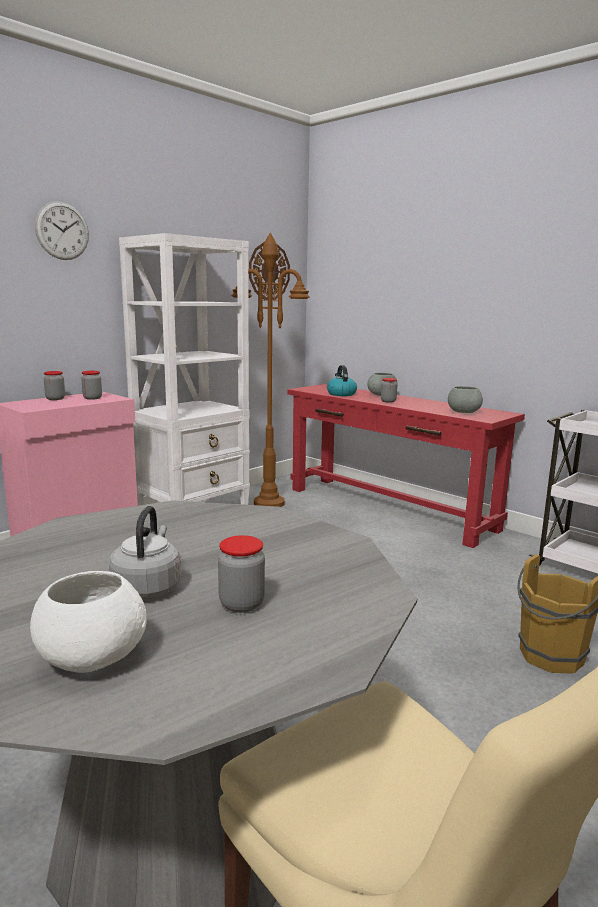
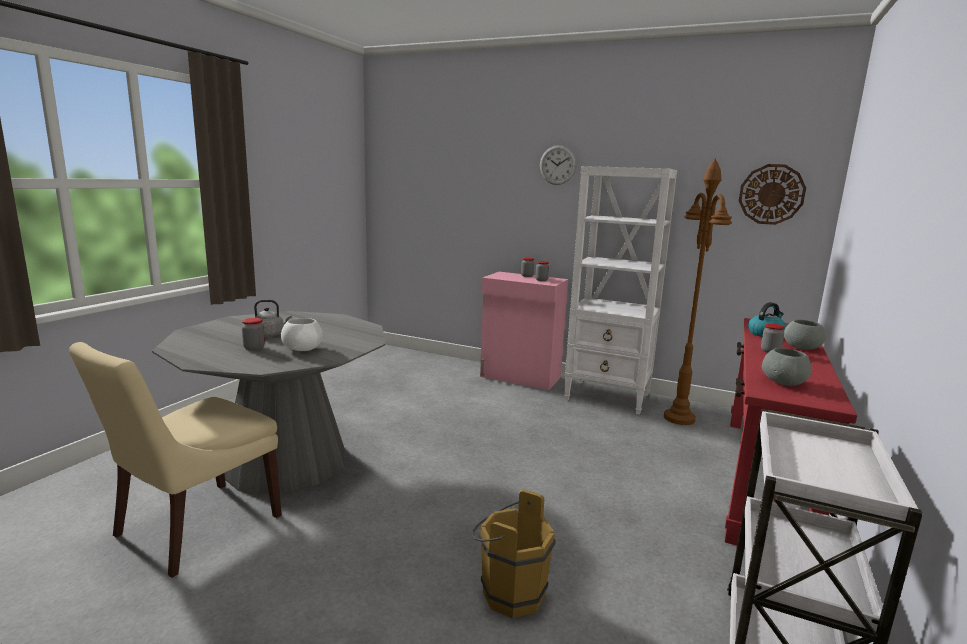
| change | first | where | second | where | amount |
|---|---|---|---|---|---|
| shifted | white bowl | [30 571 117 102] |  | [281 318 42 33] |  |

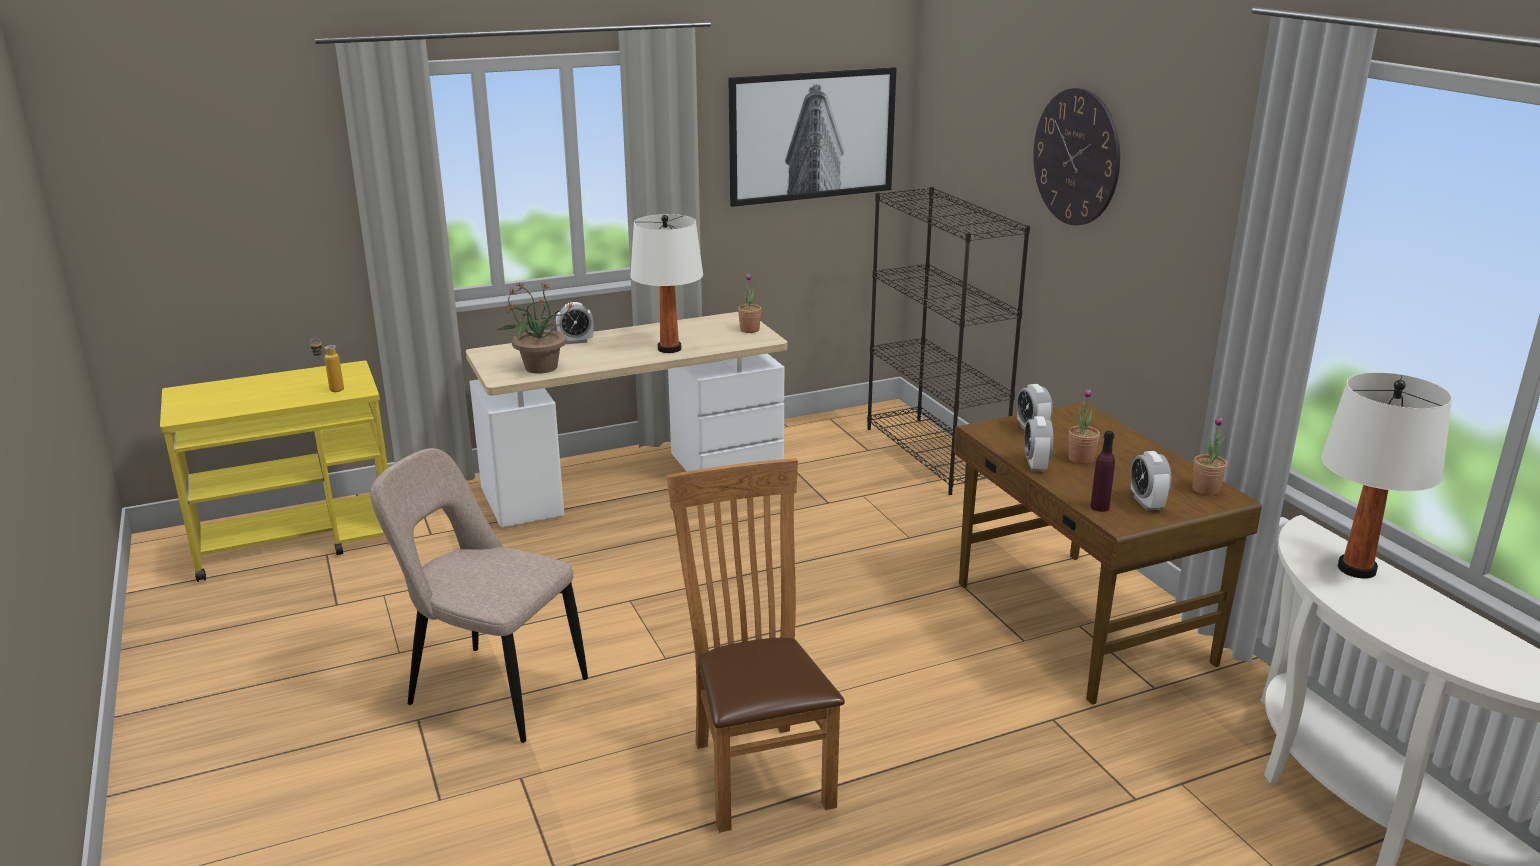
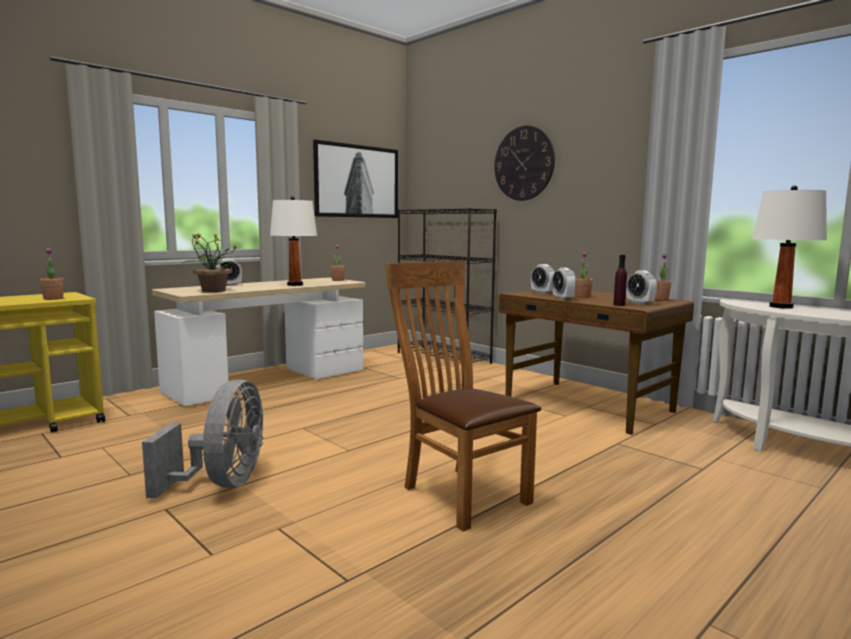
| change | first | where | second | where | amount |
|---|---|---|---|---|---|
| swapped | bottle | [309 338 35 54] | houseplant | [39 248 25 52] |  |
| swapped | beige-coloured plain chair | [370 448 218 295] | grey cooling fan | [142 379 121 120] |  |

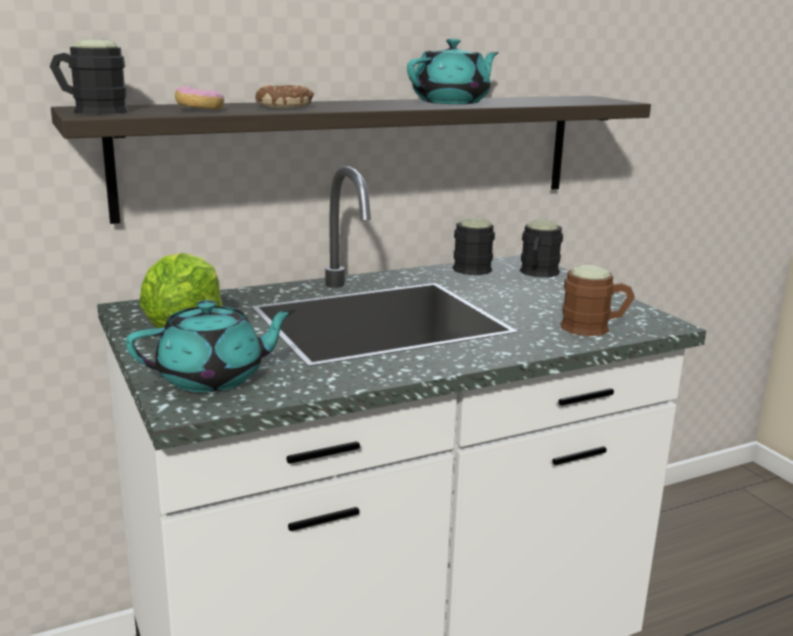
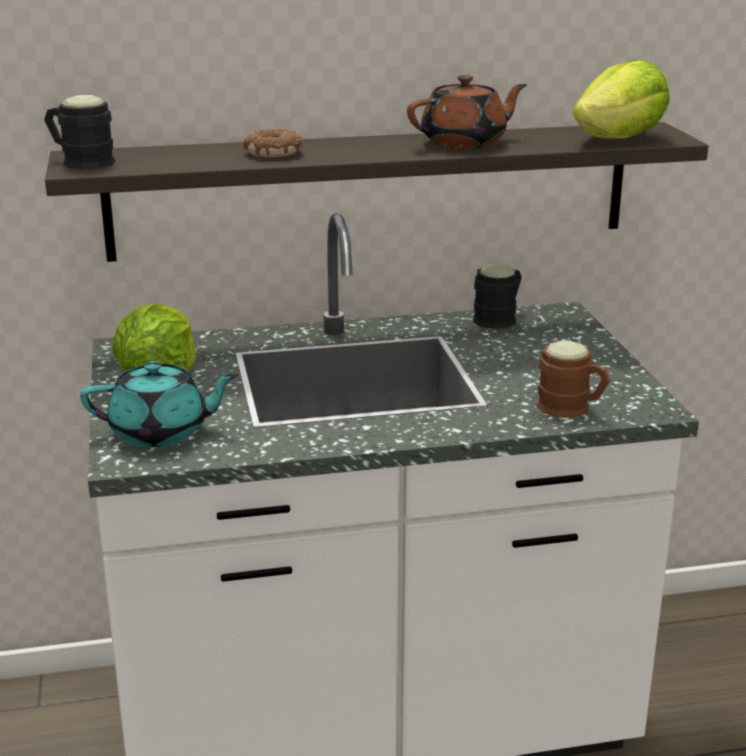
| change | first | where | second | where | amount |
|---|---|---|---|---|---|
| gone | donut | [175 86 49 24] |  |  |  |
| repainted | blue-green teapot | [407 39 92 65] | brown-coloured teapot | [407 75 120 74] |  |
| gone | black mug | [520 219 43 58] |  |  |  |
| new |  |  | head of lettuce | [573 60 97 79] |  |

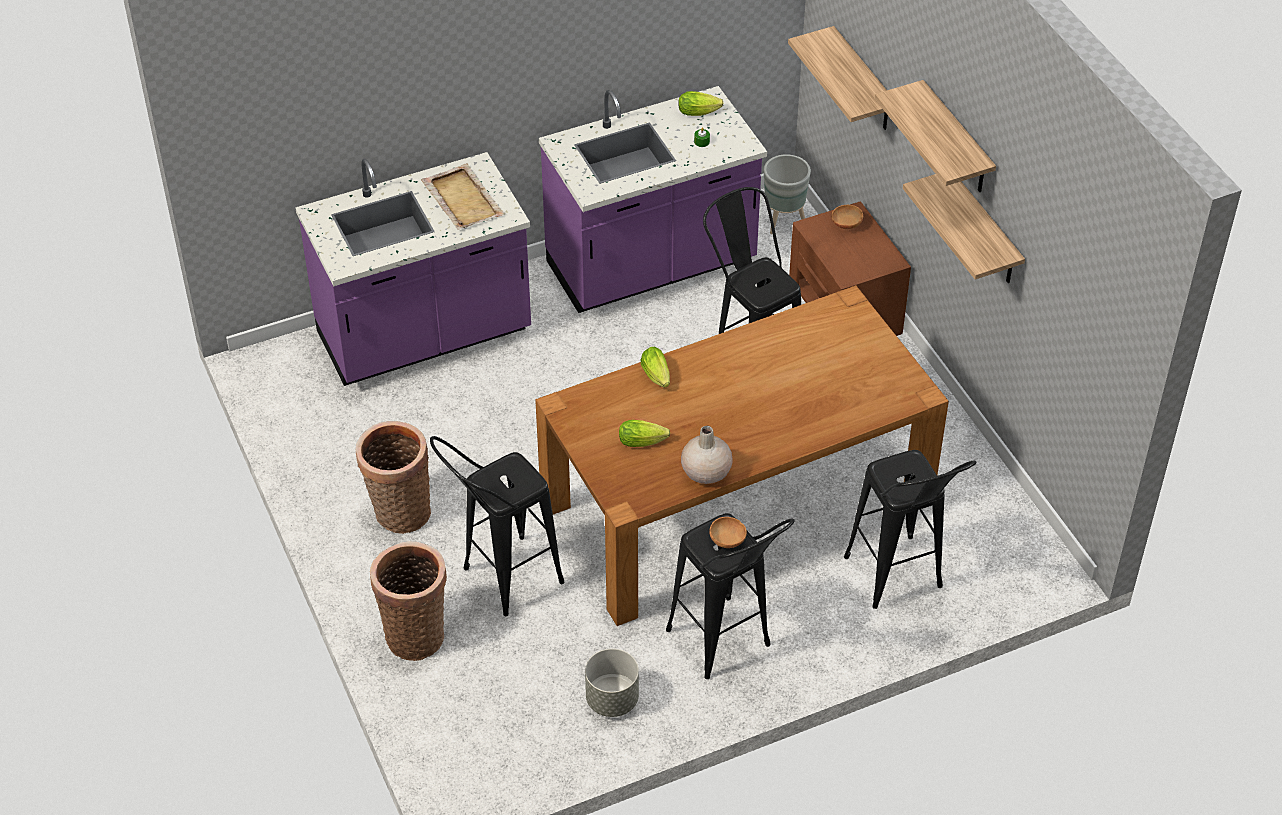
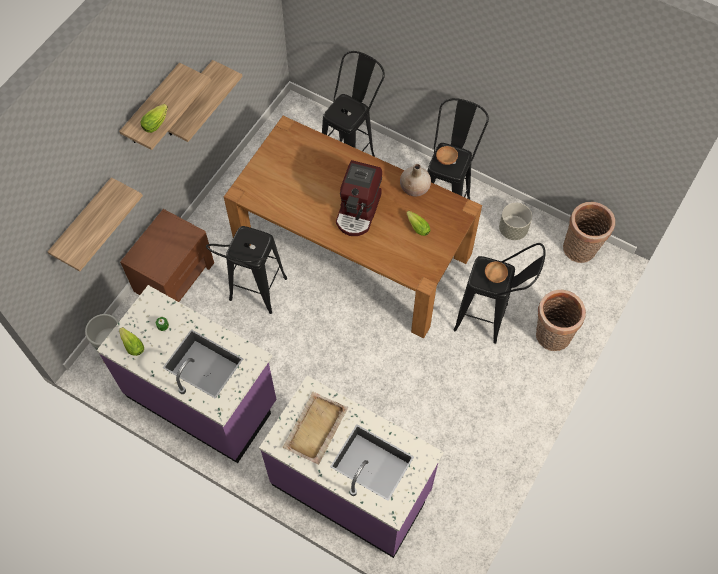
| change | first | where | second | where | amount |
|---|---|---|---|---|---|
| shifted | basket | [356 421 75 113] |  | [563 202 52 61] |  |
| shifted | head of lettuce | [641 347 29 41] |  | [140 104 28 29] |  |
| shifted | brown-coloured bowl | [831 205 32 24] |  | [485 261 23 22] |  |
| new |  |  | coffee brewer | [336 160 46 76] |  |

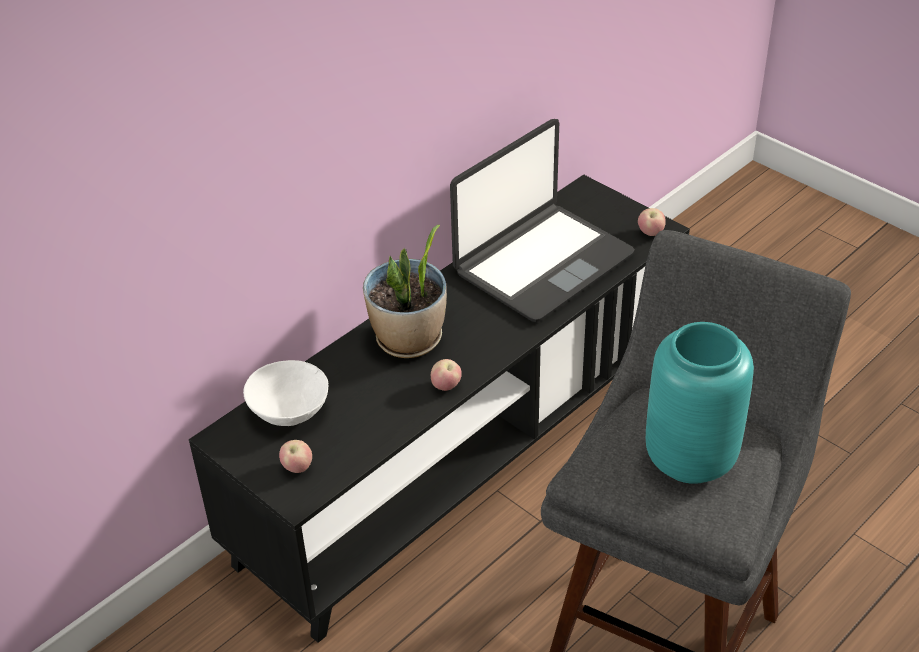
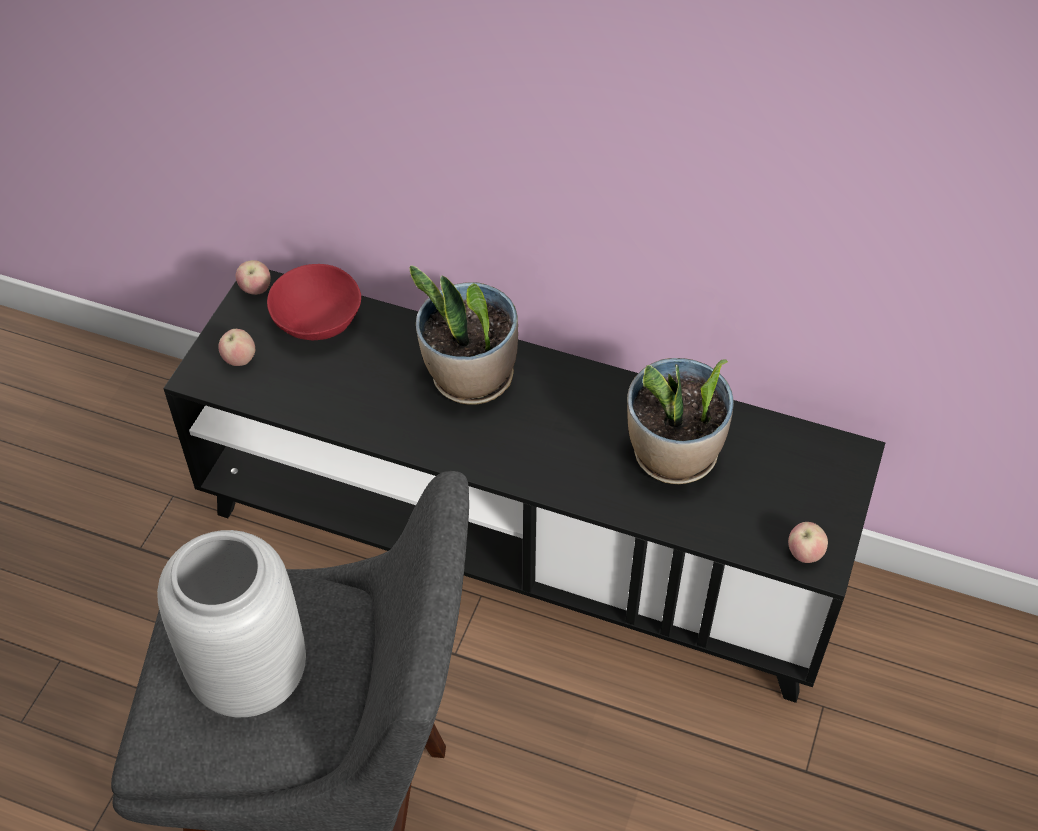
| change | first | where | second | where | amount |
|---|---|---|---|---|---|
| repainted | white bowl | [243 360 85 66] | red bowl | [267 264 94 76] |  |
| shifted | whole apple | [431 359 31 32] |  | [236 260 35 35] |  |
| swapped | laptop | [450 119 185 203] | houseplant | [627 358 107 126] |  |
| repainted | blue-green decorative vase | [646 322 108 162] | grey decorative vase | [157 530 149 187] |  |

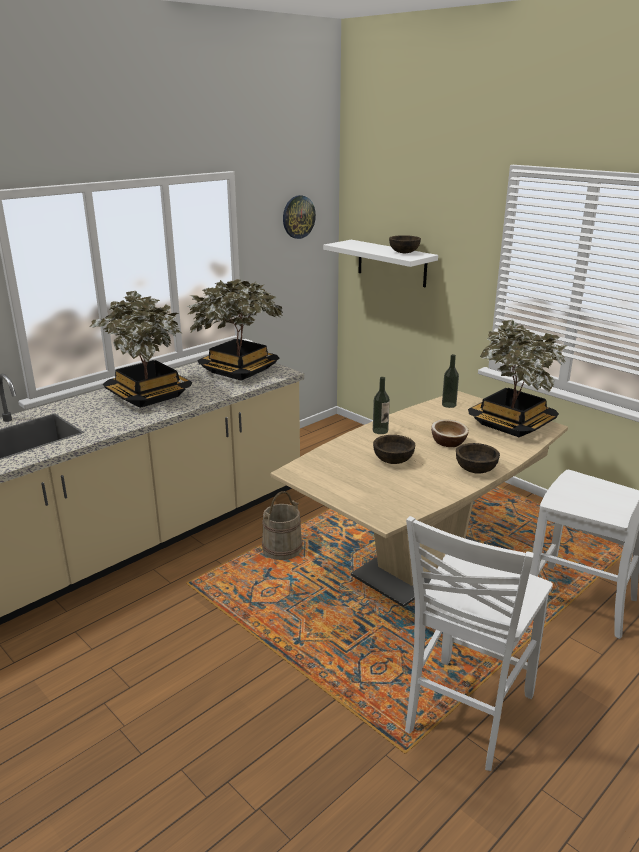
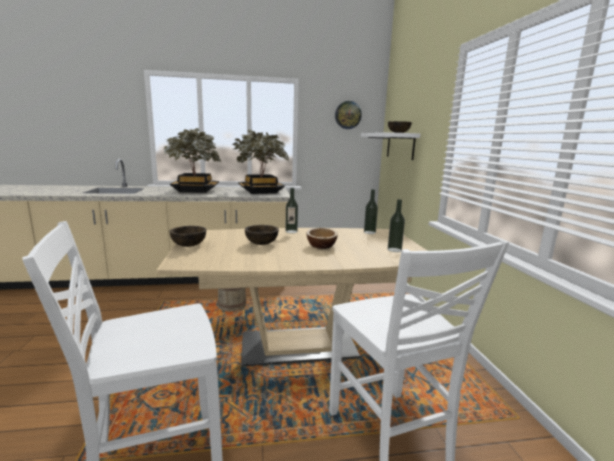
| change | first | where | second | where | amount |
|---|---|---|---|---|---|
| shifted | brown-coloured bowl | [456 443 44 31] |  | [169 226 37 21] |  |
| swapped | houseplant | [468 320 99 117] | bottle | [388 199 17 53] |  |

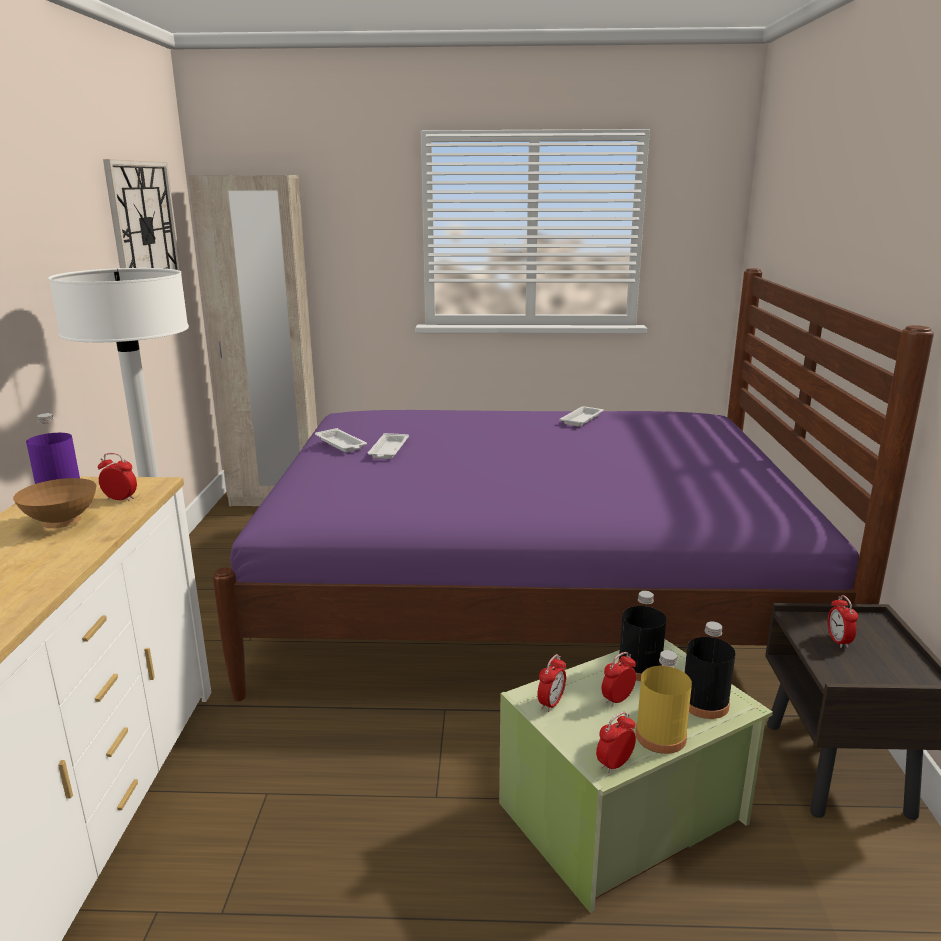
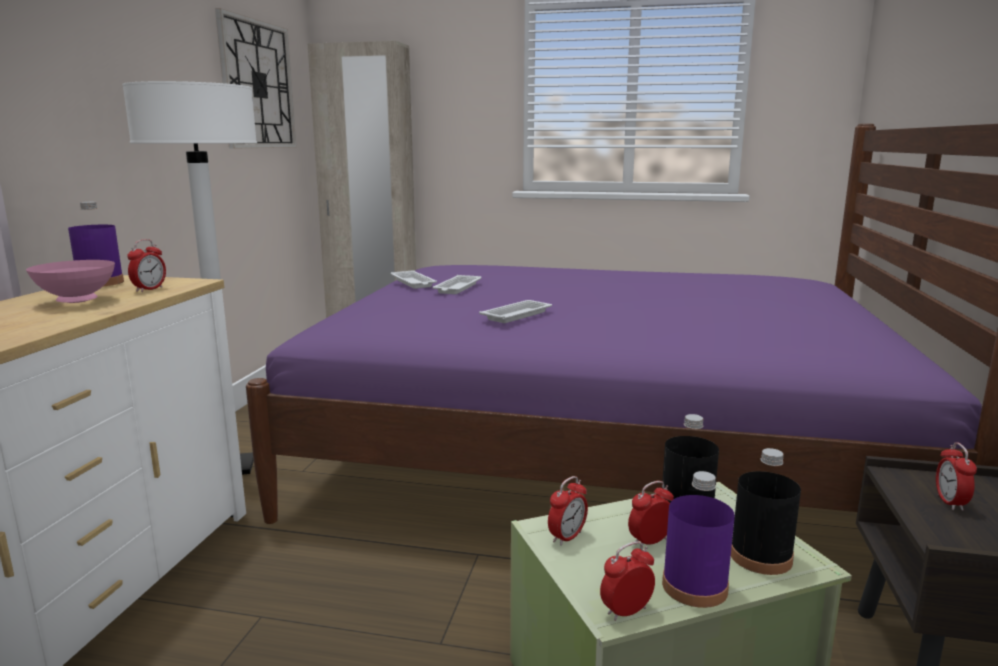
| change | first | where | second | where | amount |
|---|---|---|---|---|---|
| repainted | brown-coloured bowl | [13 478 83 50] | pink bowl | [26 260 89 43] |  |
| rotated | table clock | [98 453 39 49] |  | [127 239 39 53] | 90 degrees clockwise |
| shifted | white tray | [559 406 45 21] |  | [479 300 73 23] |  |
| repainted | yellowish bottle | [635 650 57 104] | purple-coloured bottle | [662 471 73 137] |  |

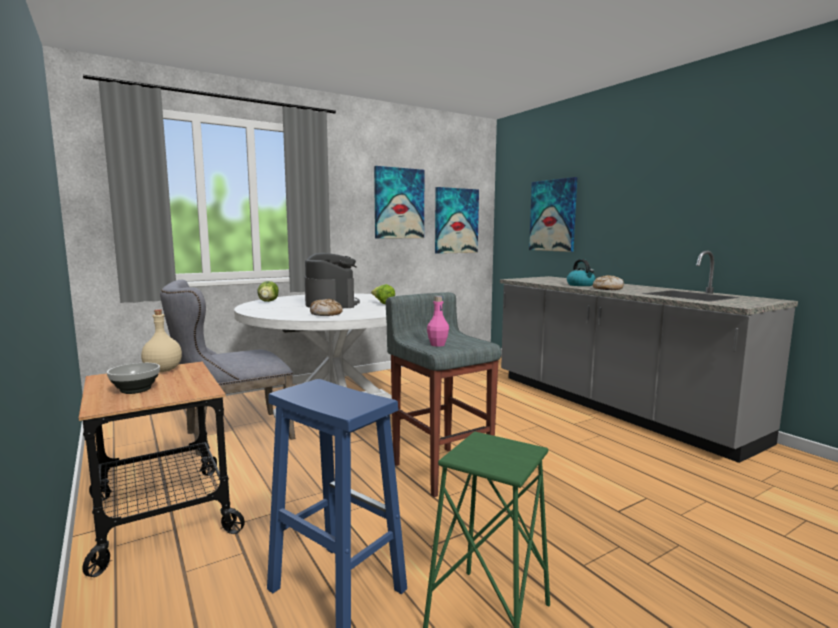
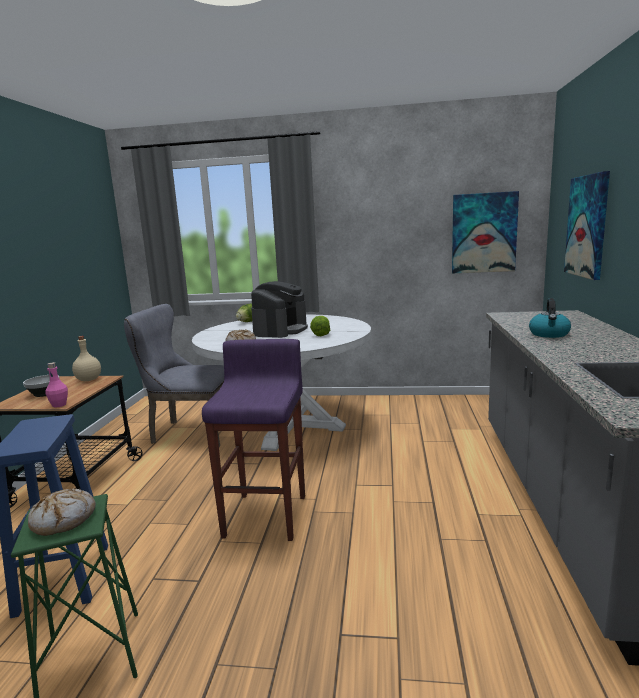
| change | first | where | second | where | amount |
|---|---|---|---|---|---|
| gone | picture | [374 166 50 72] |  |  |  |
| repainted | grey stool | [386 292 115 205] | purple-coloured stool | [202 339 103 202] |  |
| shifted | pink bottle | [427 296 22 51] |  | [46 362 22 46] |  |
| shifted | baked bread | [593 275 31 15] |  | [28 488 68 48] |  |

